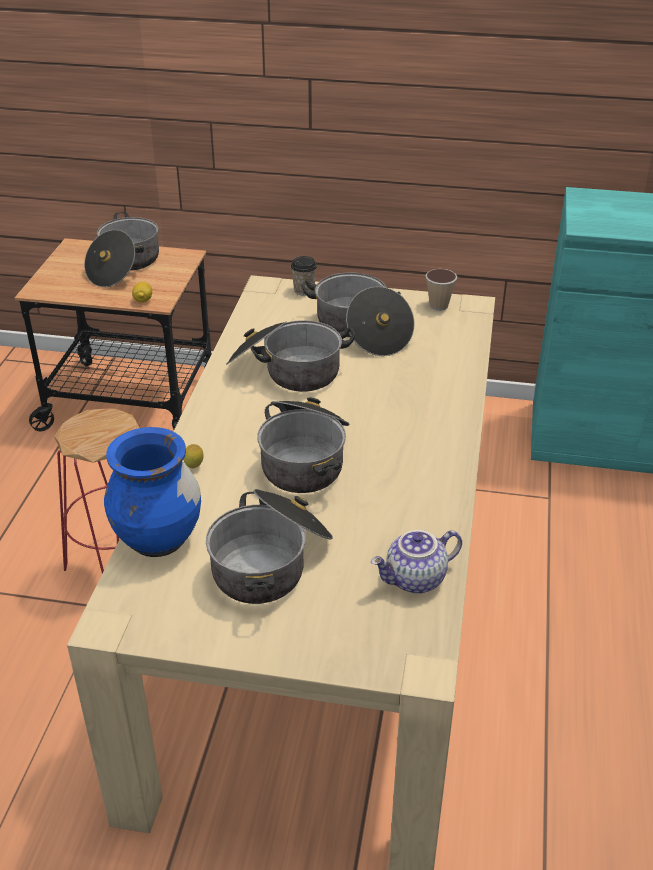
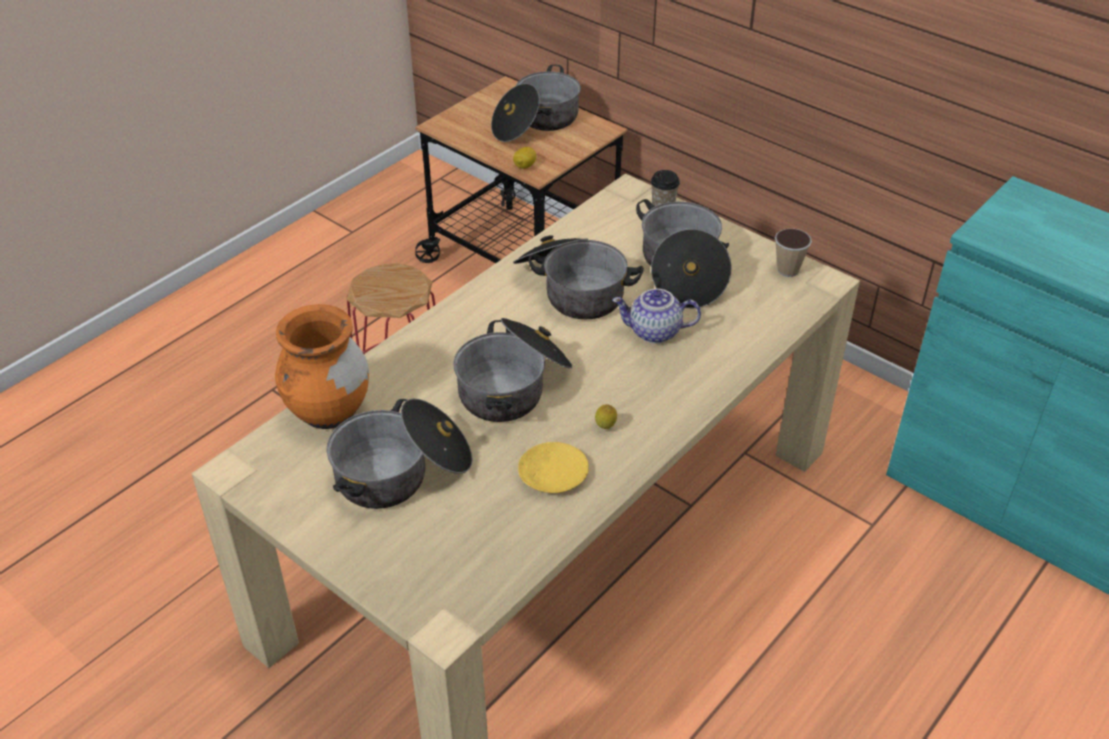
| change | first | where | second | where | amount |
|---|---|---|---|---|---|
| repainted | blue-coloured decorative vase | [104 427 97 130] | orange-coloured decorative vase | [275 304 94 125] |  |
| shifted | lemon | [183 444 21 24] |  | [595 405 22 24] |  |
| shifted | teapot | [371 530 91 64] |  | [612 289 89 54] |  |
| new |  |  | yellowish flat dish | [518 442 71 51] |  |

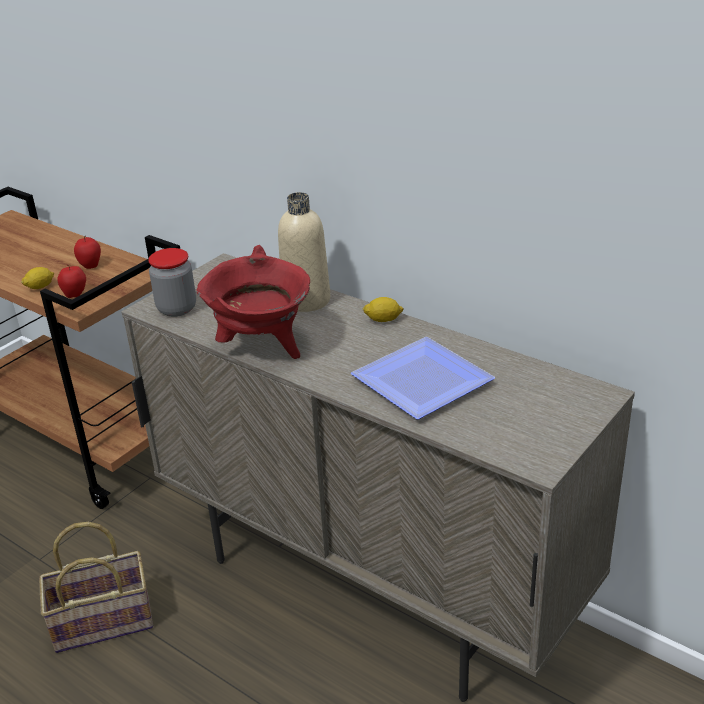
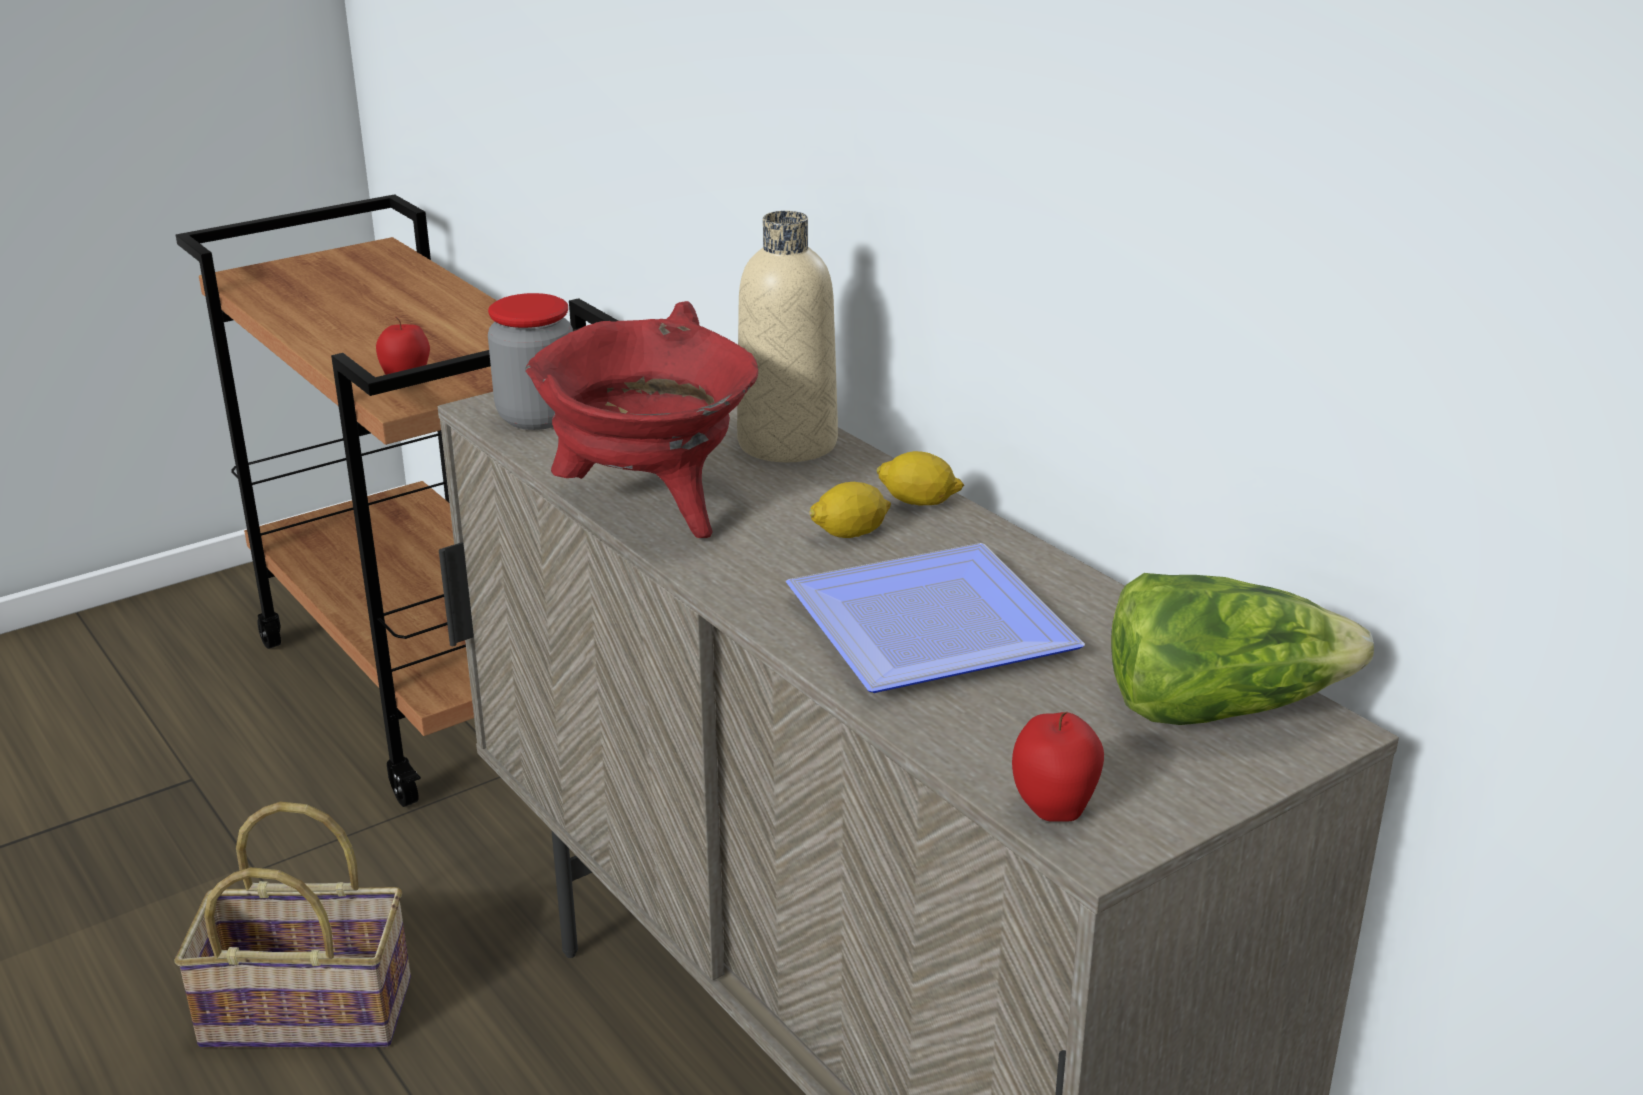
| change | first | where | second | where | amount |
|---|---|---|---|---|---|
| shifted | lemon | [21 267 33 22] |  | [809 482 82 56] |  |
| shifted | whole apple | [74 236 27 33] |  | [1012 712 92 110] |  |
| new |  |  | head of lettuce | [1111 573 263 152] |  |

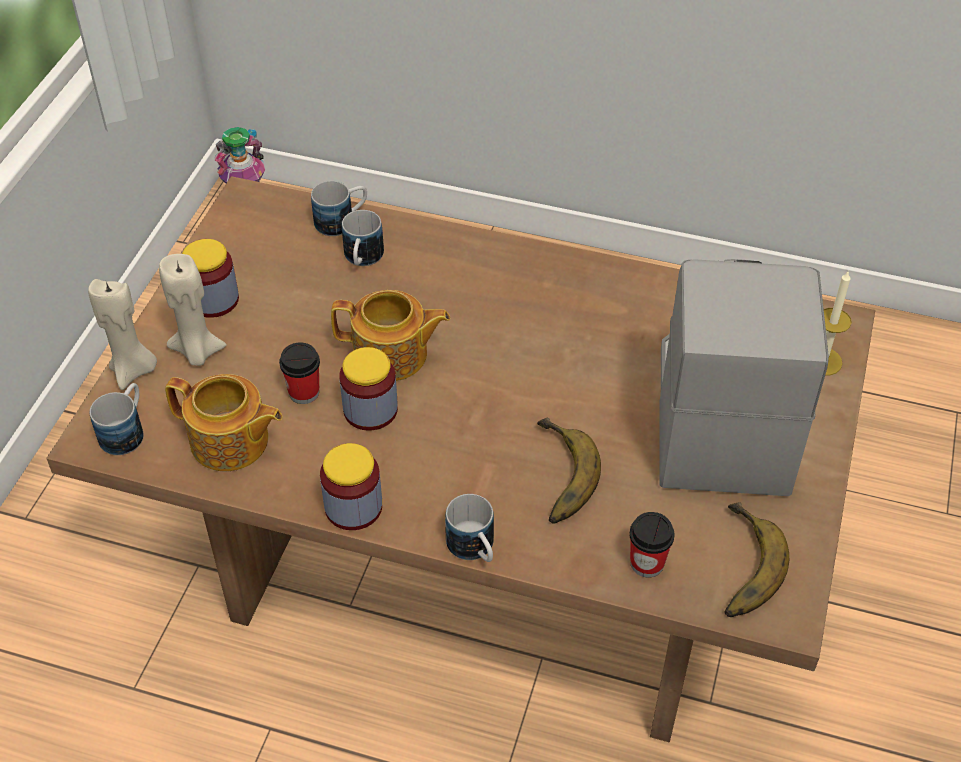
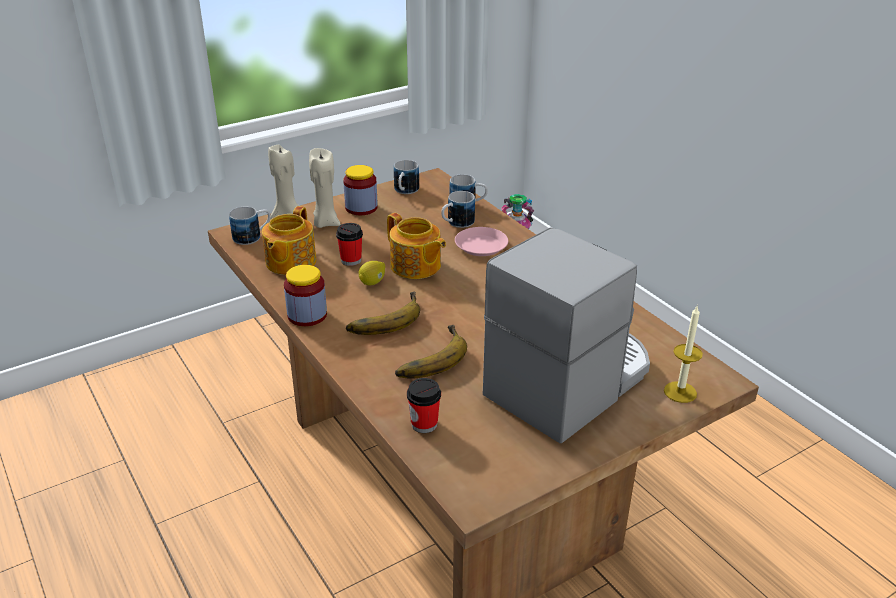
| change | first | where | second | where | amount |
|---|---|---|---|---|---|
| rotated | teapot | [165 374 117 97] |  | [262 206 54 69] | 45 degrees clockwise |
| swapped | preserve jar | [339 347 59 84] | lemon | [359 261 26 24] |  |
| shifted | mug | [445 494 49 68] |  | [394 160 25 34] |  |
| shifted | whole banana | [724 502 65 115] |  | [346 292 74 43] |  |
| new |  |  | pink flat dish | [455 227 53 29] |  |

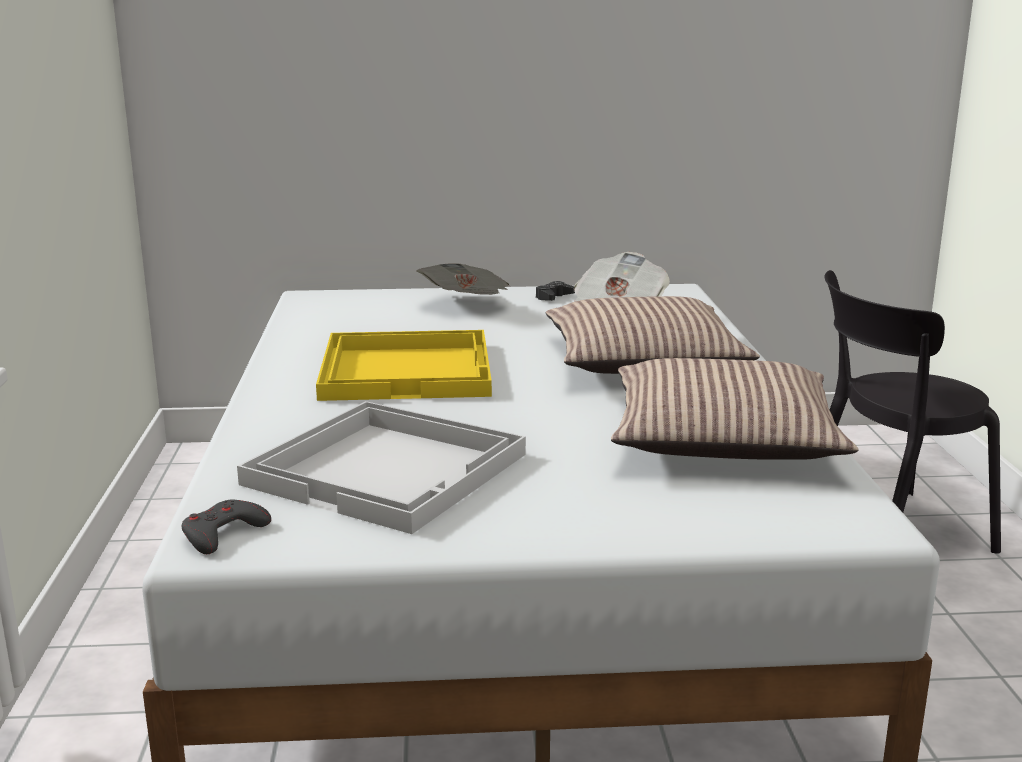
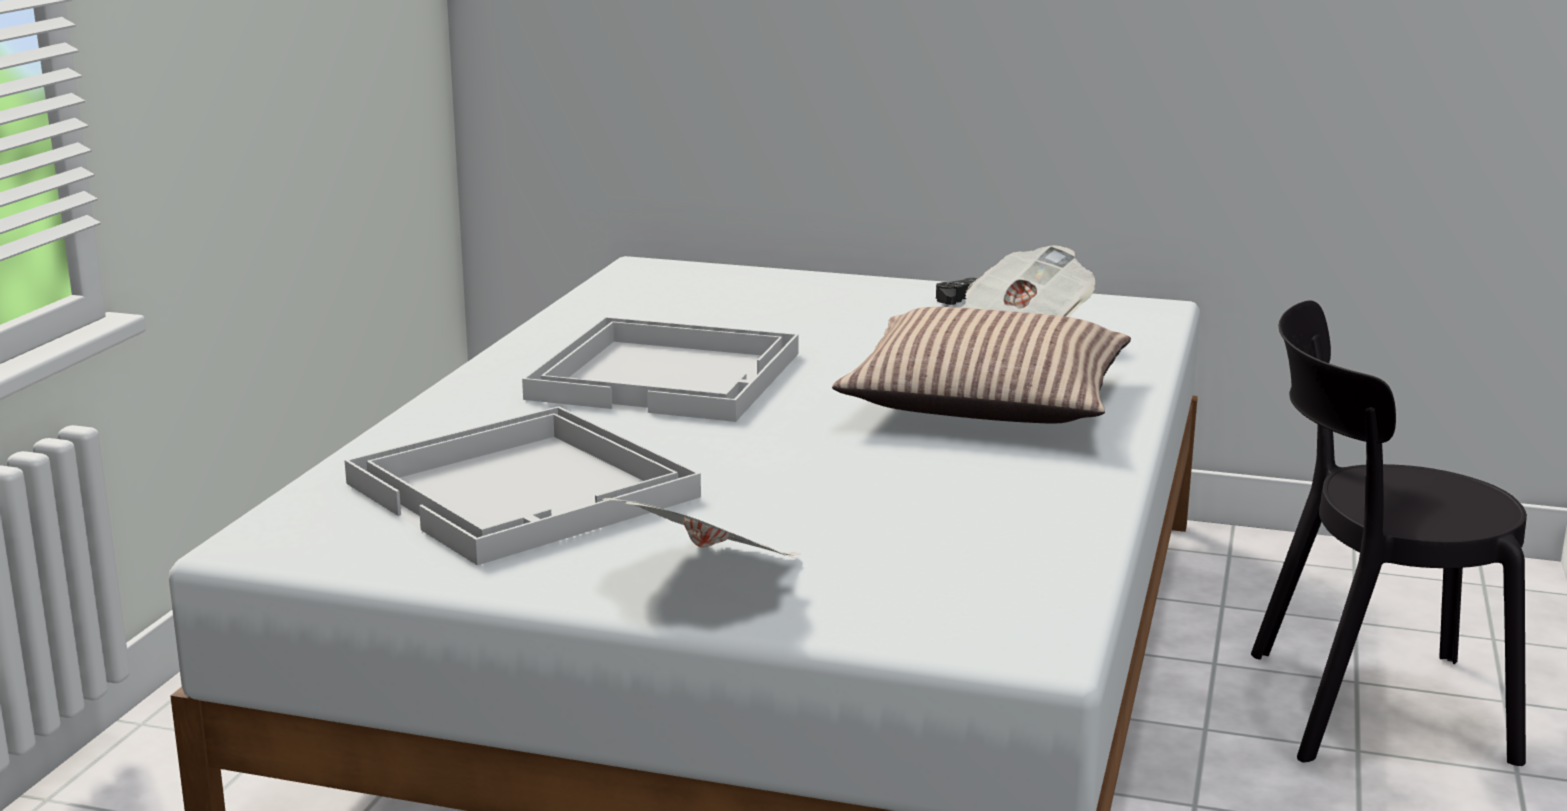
| change | first | where | second | where | amount |
|---|---|---|---|---|---|
| gone | grey gamepad | [182 499 89 55] |  |  |  |
| repainted | yellowish tray | [316 330 176 71] | white tray | [522 317 277 105] |  |
| shifted | newspaper | [416 263 93 32] |  | [602 498 198 60] |  |
| gone | throw pillow | [611 358 247 102] |  |  |  |

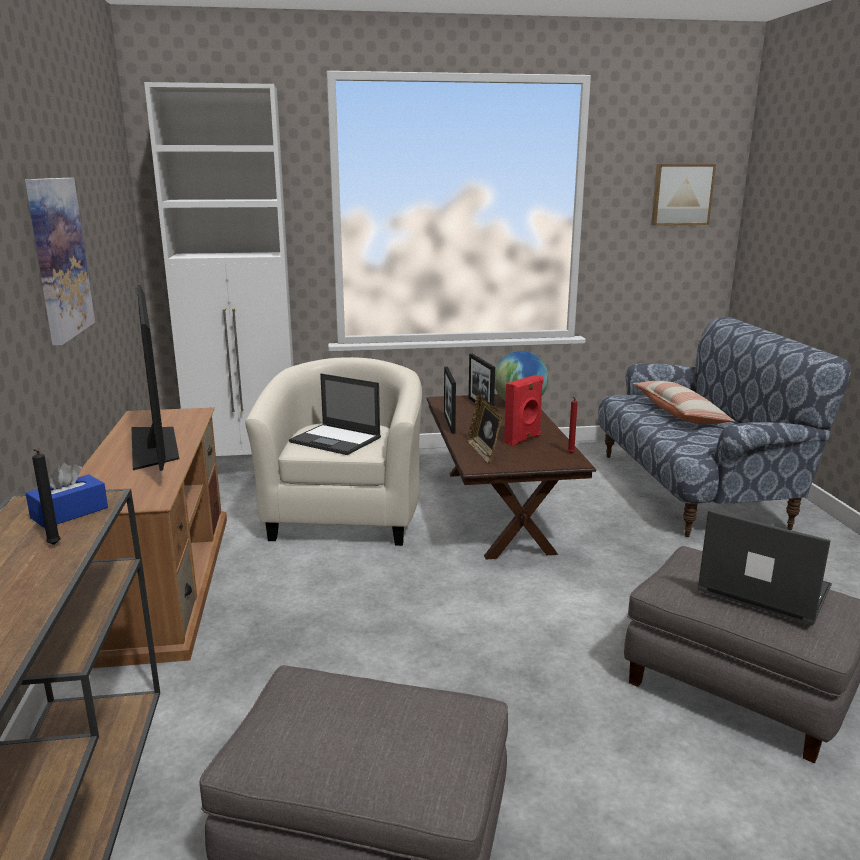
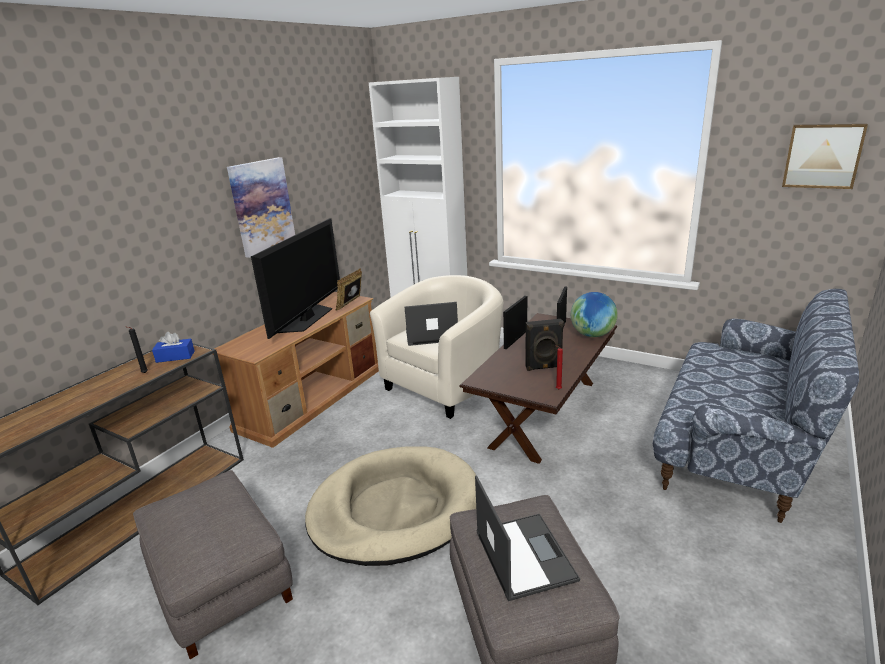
| change | first | where | second | where | amount |
|---|---|---|---|---|---|
| rotated | laptop | [289 373 92 82] |  | [405 302 53 44] | 105 degrees clockwise |
| shifted | photo frame | [467 395 35 69] |  | [335 268 27 43] |  |
| repainted | red loudspeaker | [504 375 39 71] | black loudspeaker | [526 319 38 52] |  |
| gone | throw pillow | [633 381 101 43] |  |  |  |
| new |  |  | beige-coloured dog bed | [305 446 171 120] |  |

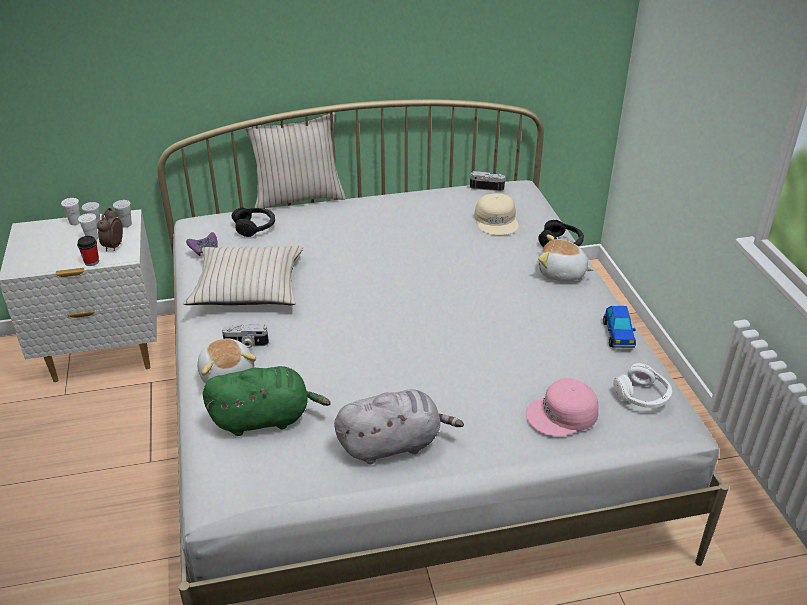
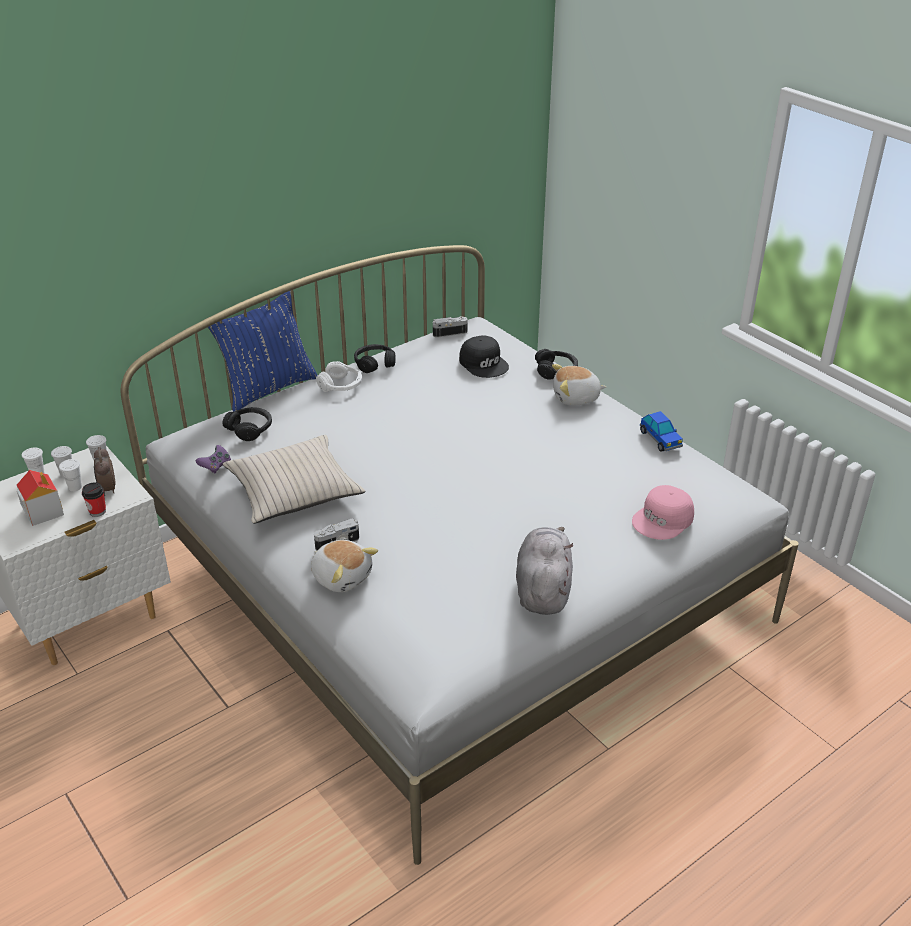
| change | first | where | second | where | amount |
|---|---|---|---|---|---|
| gone | green soft toy | [203 366 128 70] |  |  |  |
| repainted | beige-coloured throw pillow | [245 112 101 97] | blue-coloured throw pillow | [208 291 109 121] |  |
| rotated | grey soft toy | [334 390 130 74] |  | [516 527 58 88] | 45 degrees counterclockwise |
| repainted | beige-coloured peaked cap | [475 193 44 42] | black peaked cap | [459 335 50 43] |  |
| shifted | white headphones | [613 363 59 45] |  | [316 361 46 31] |  |
| new |  |  | toy house | [17 470 47 56] |  |
| new |  |  | black headphones | [354 344 42 29] |  |

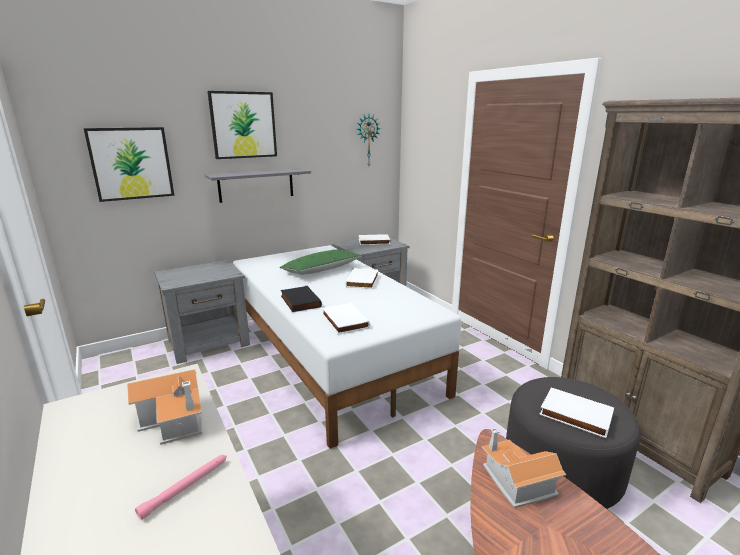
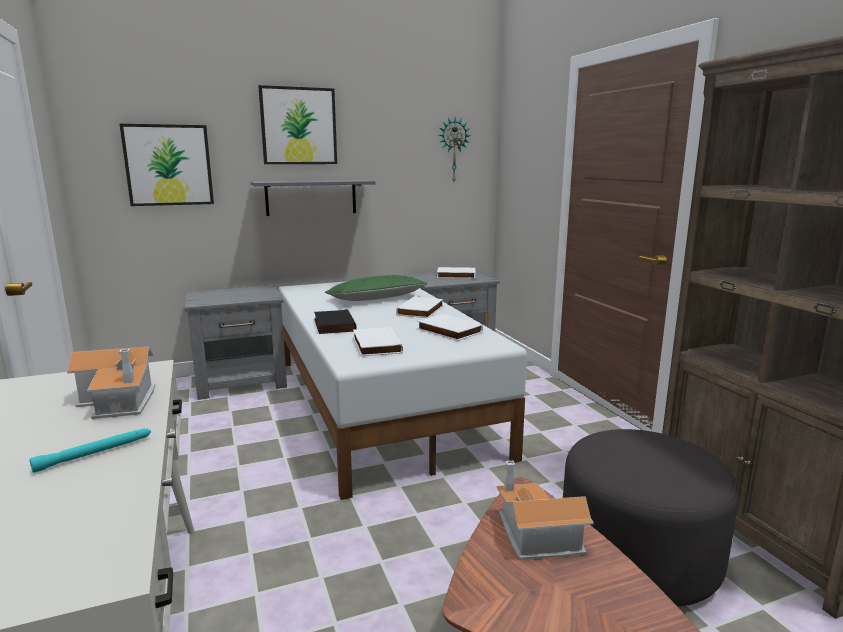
| change | first | where | second | where | amount |
|---|---|---|---|---|---|
| repainted | pink hand torch | [135 455 92 65] | blue-green hand torch | [30 428 121 45] |  |
| shifted | white volume | [540 388 74 50] |  | [417 314 66 27] |  |

